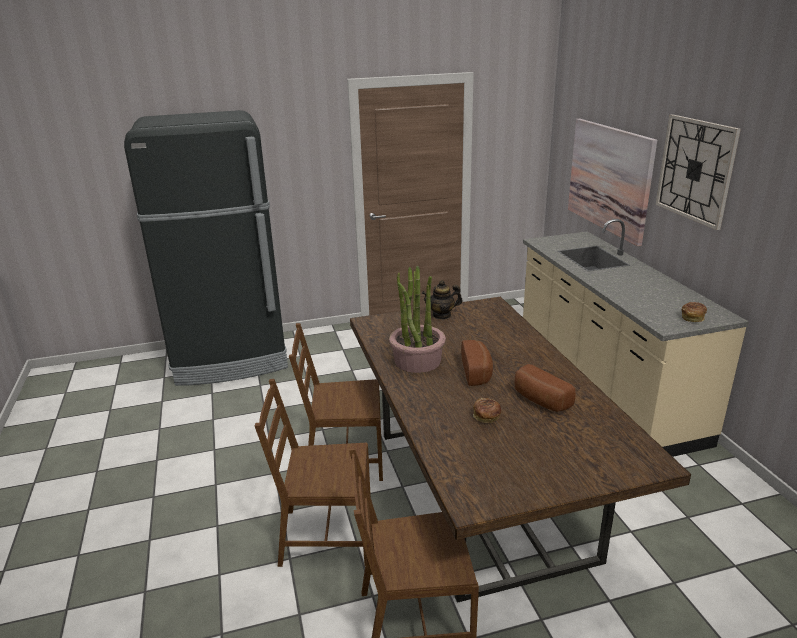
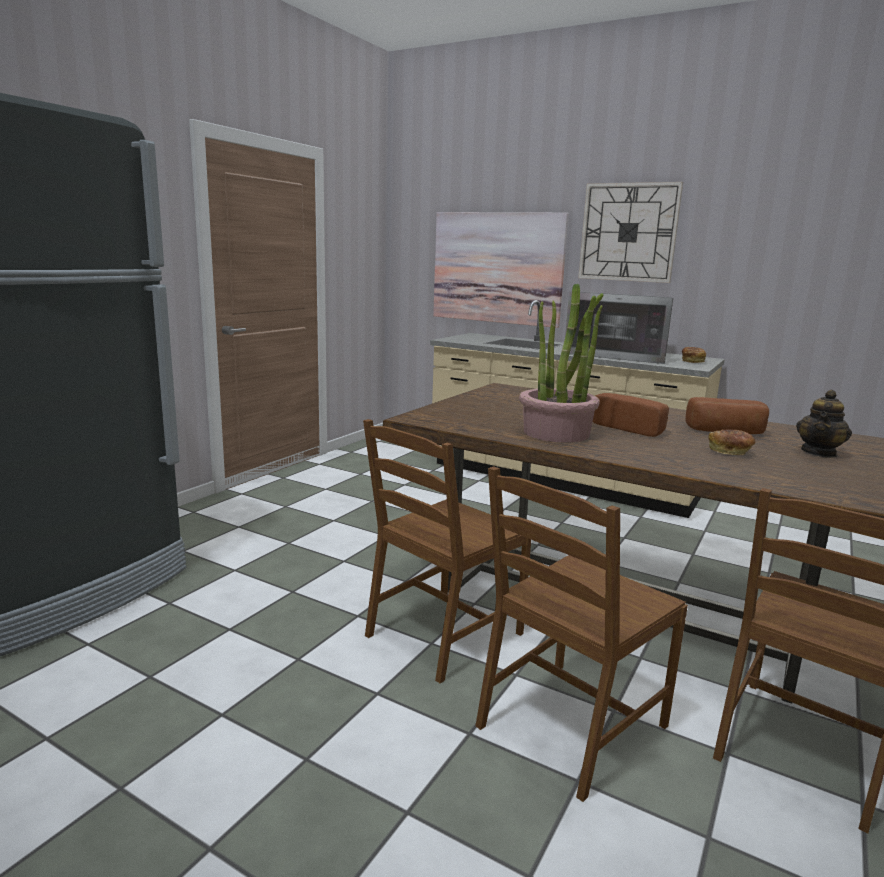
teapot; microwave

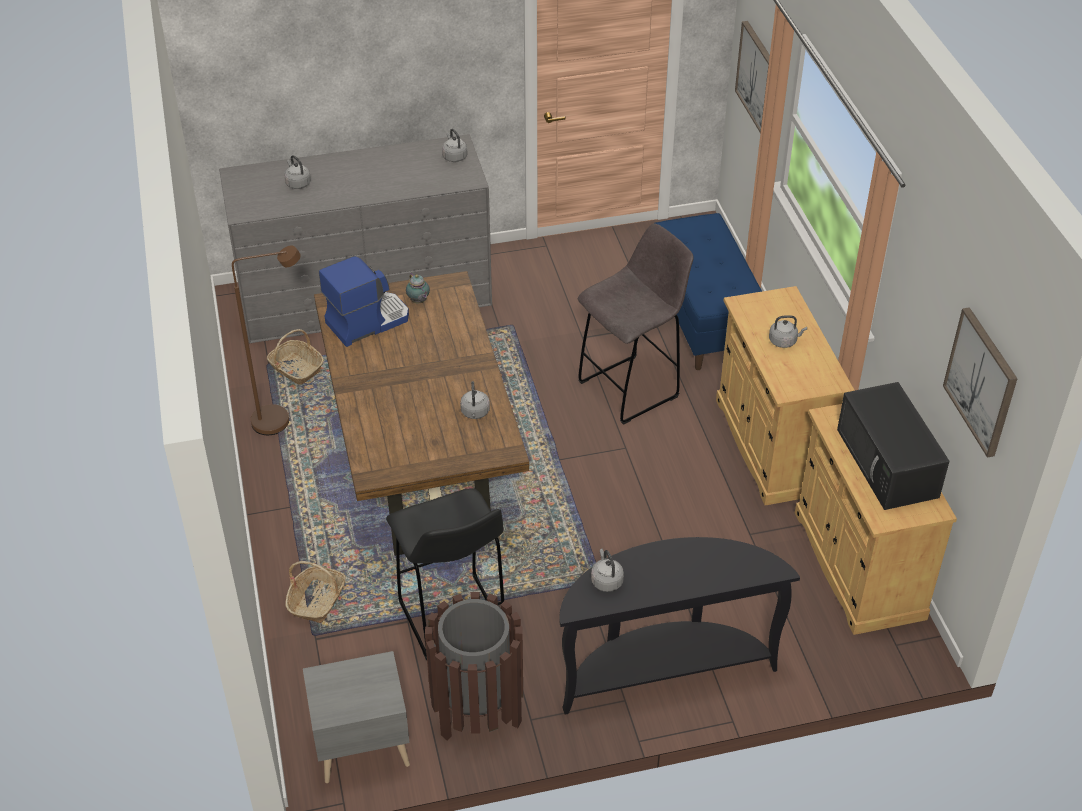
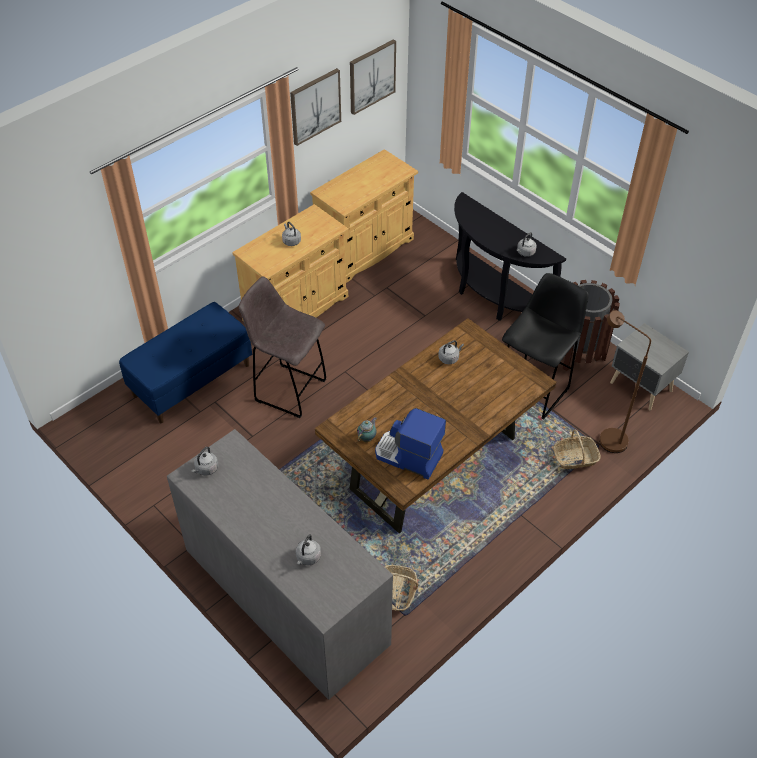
picture (1st from left); floor lamp (brown-coloured); microwave (black-coloured)

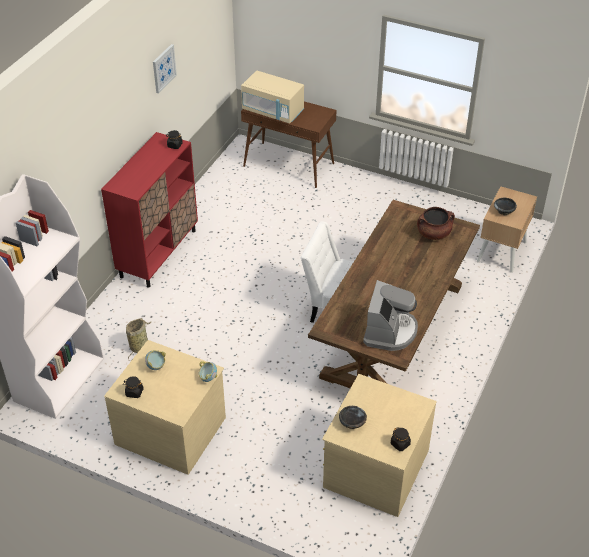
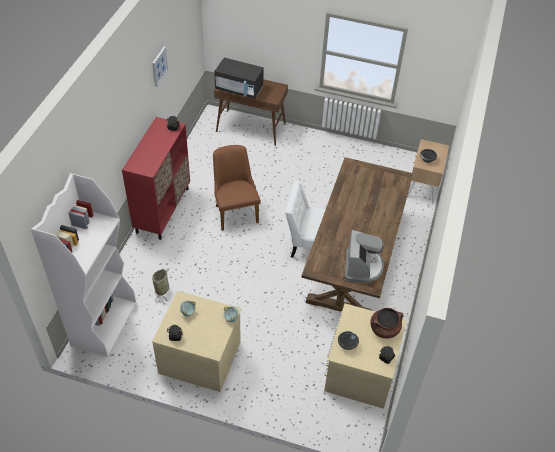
microwave (black-coloured); stockpot (brown-coloured); upright chair (brown-coloured)

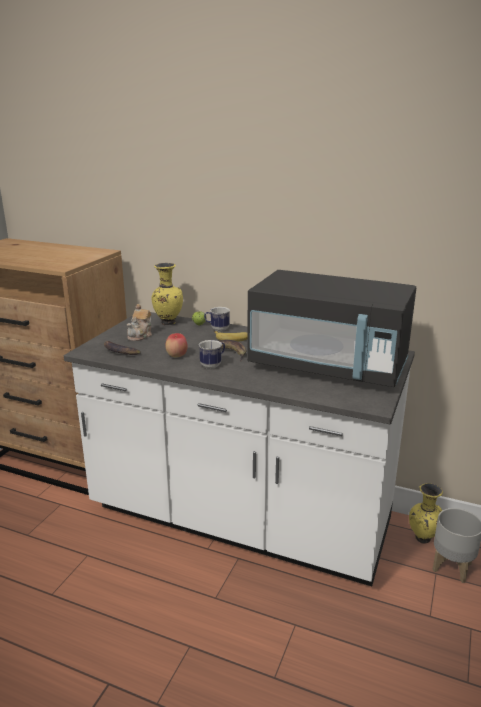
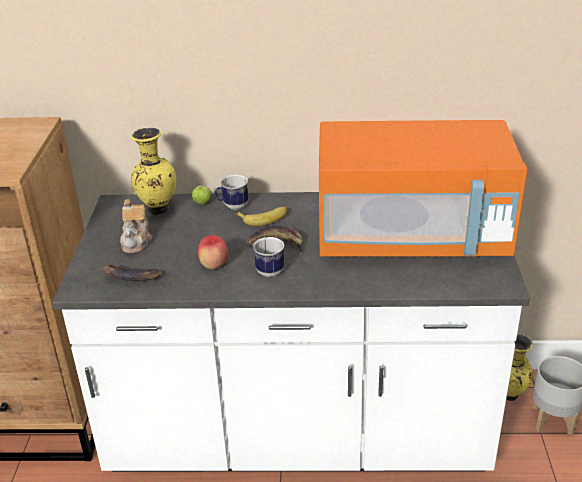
microwave (orange-coloured)

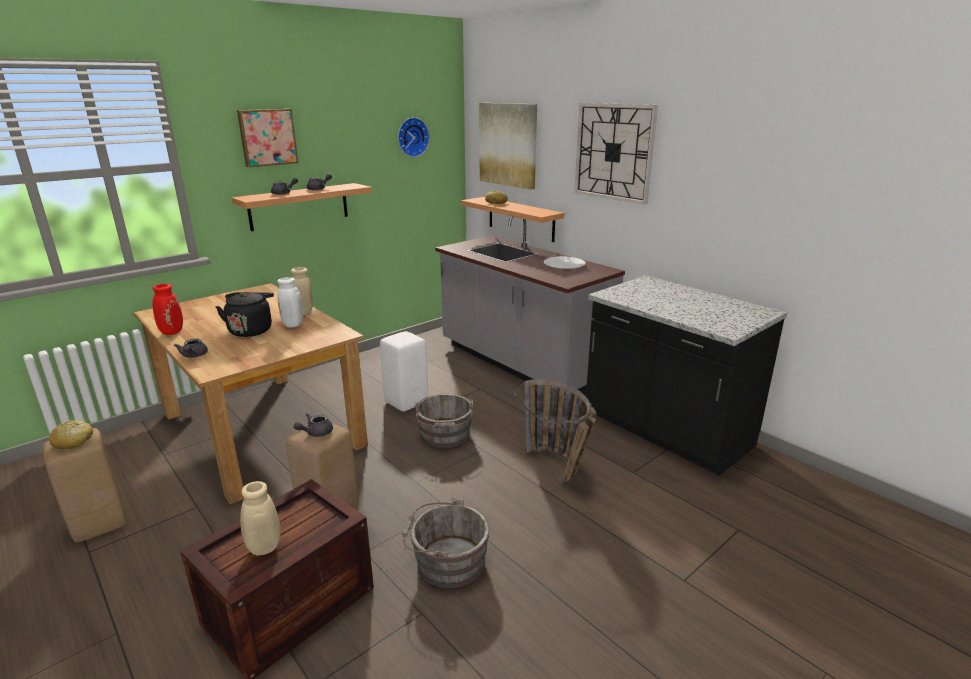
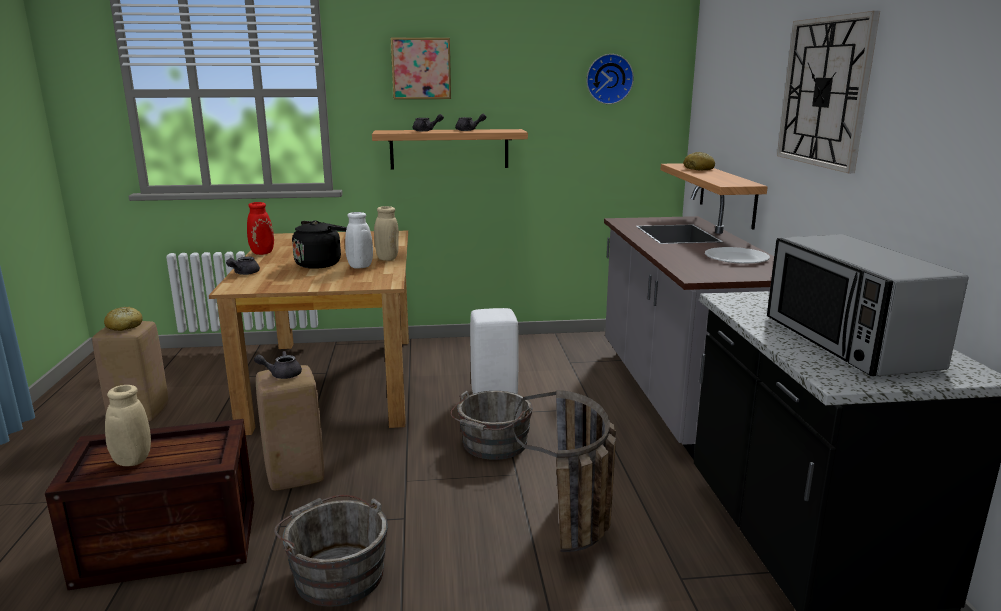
picture (2nd from left in the first image); microwave

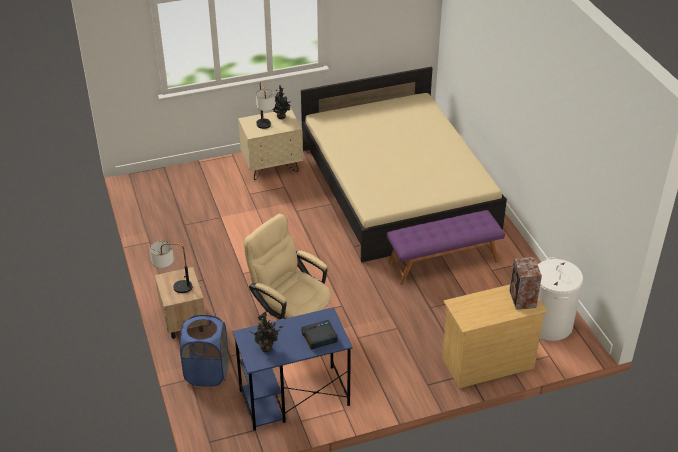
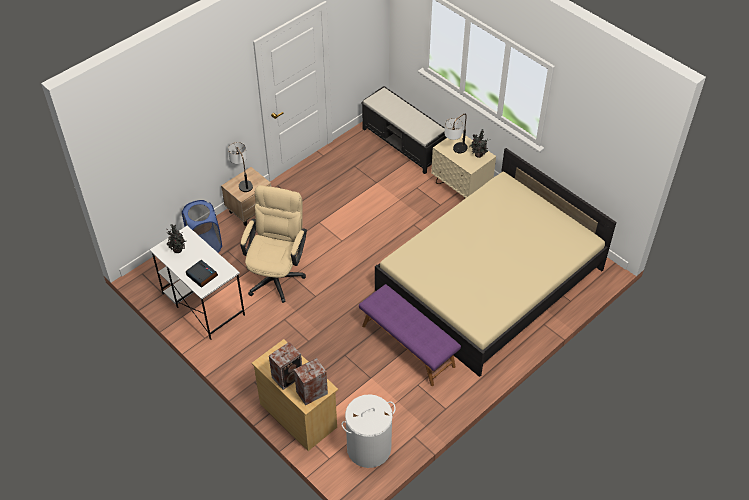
desk table (white-coloured); bench (black-coloured); audio speaker (1st from left)

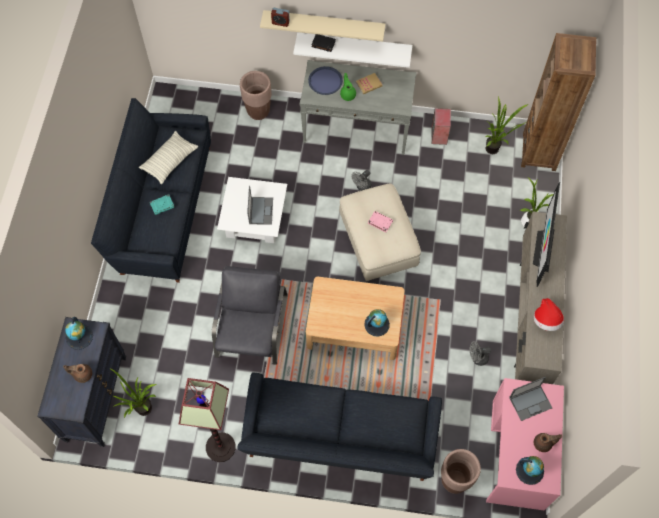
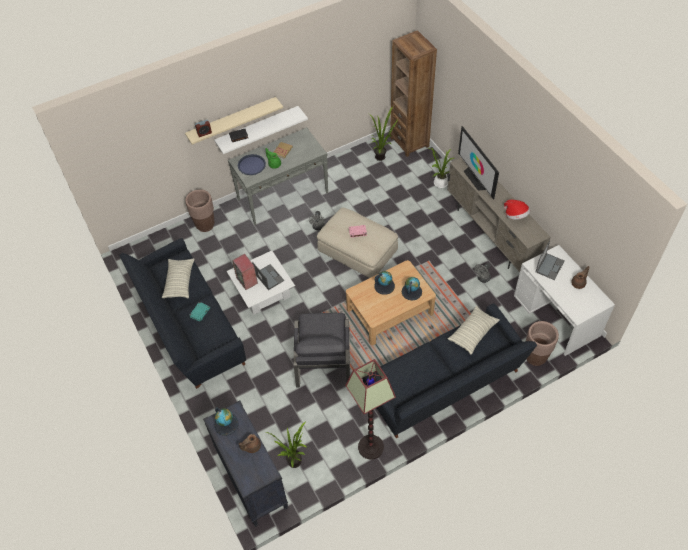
audio speaker; lounge chair (greyish); desk table (white-coloured); desk globe (2nd from left); throw pillow (2nd from left)

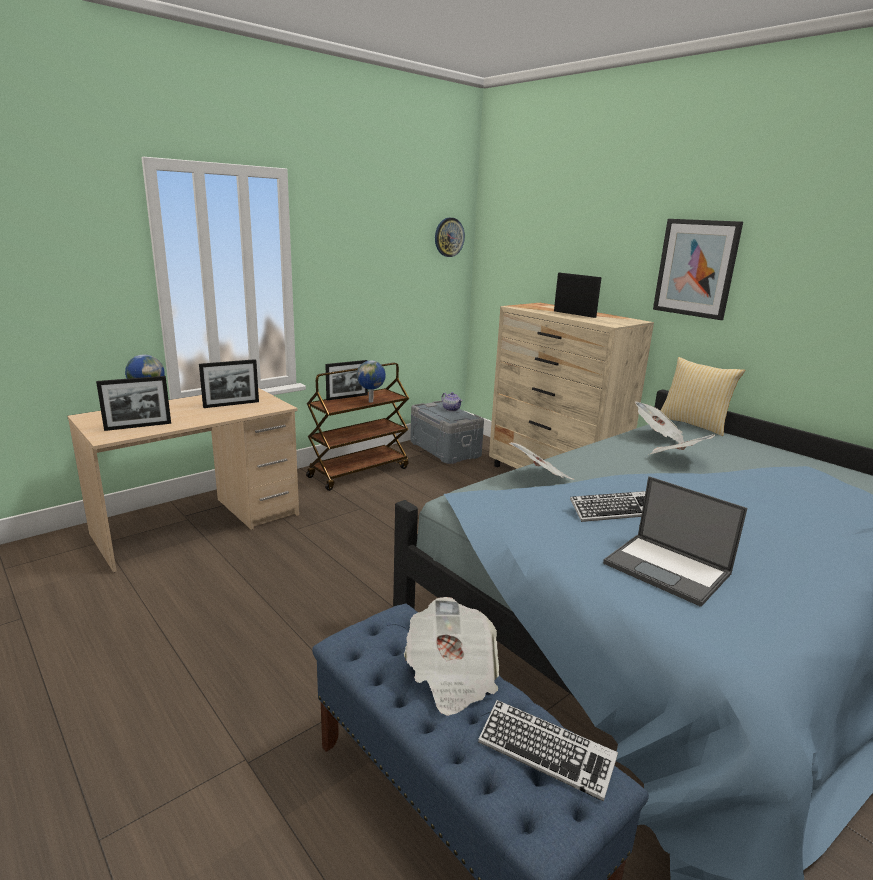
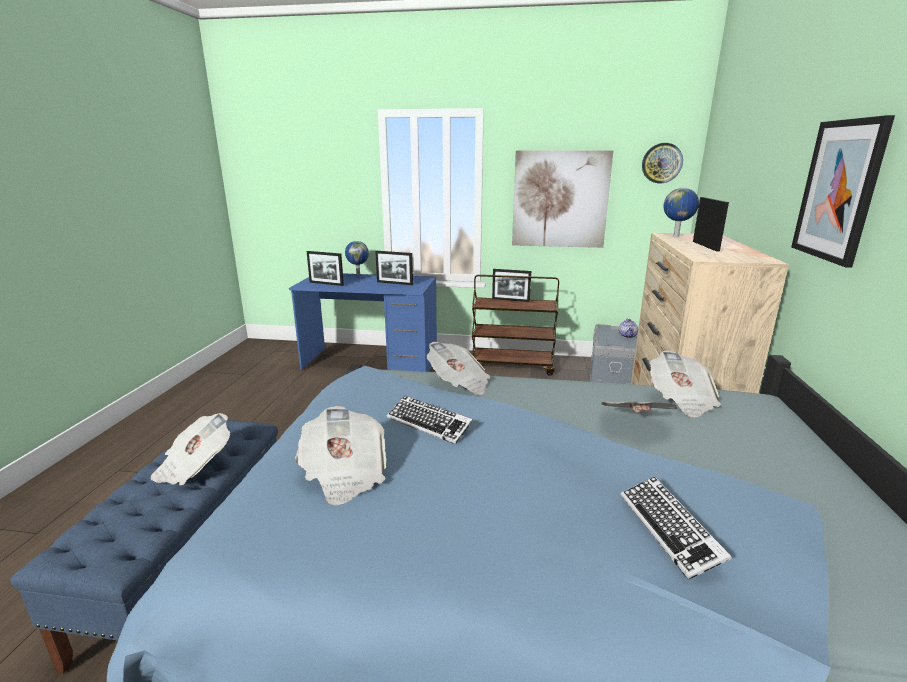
throw pillow; desk globe (2nd from left); desk table (blue); printed paper (2nd from left); PC keyboard (2nd from left); picture (1st from left)

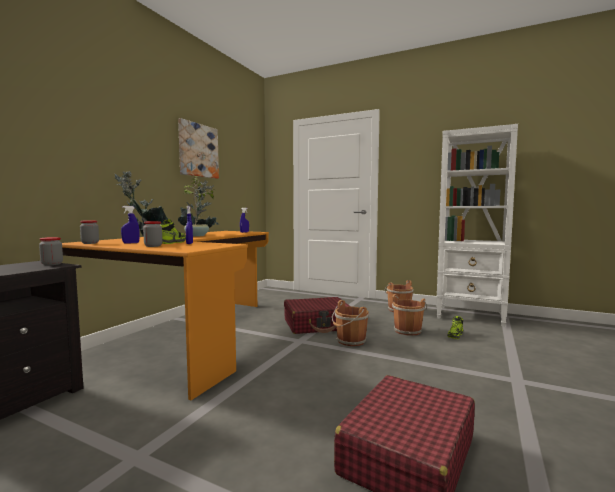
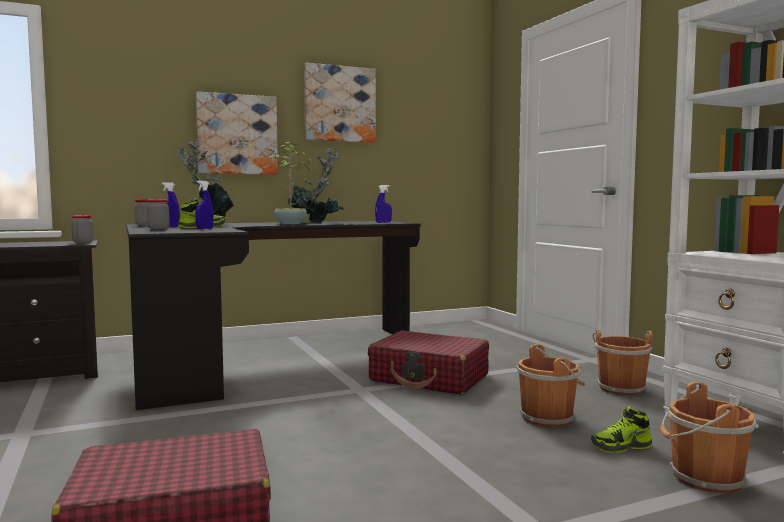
desk table (black-coloured); pail (brown-coloured) (3rd from left); picture (1st from left)

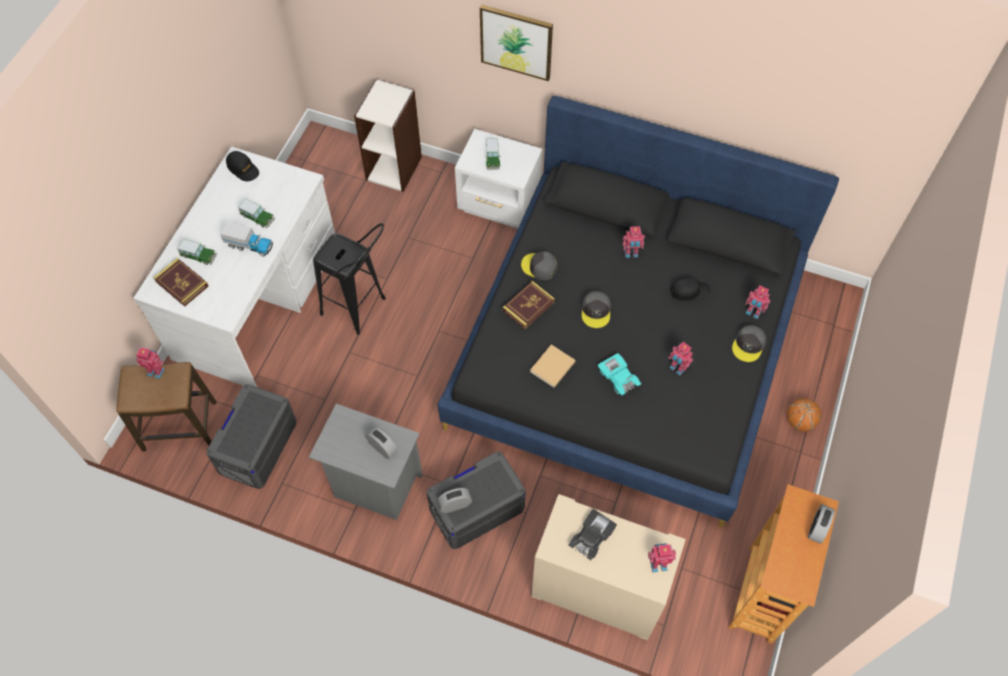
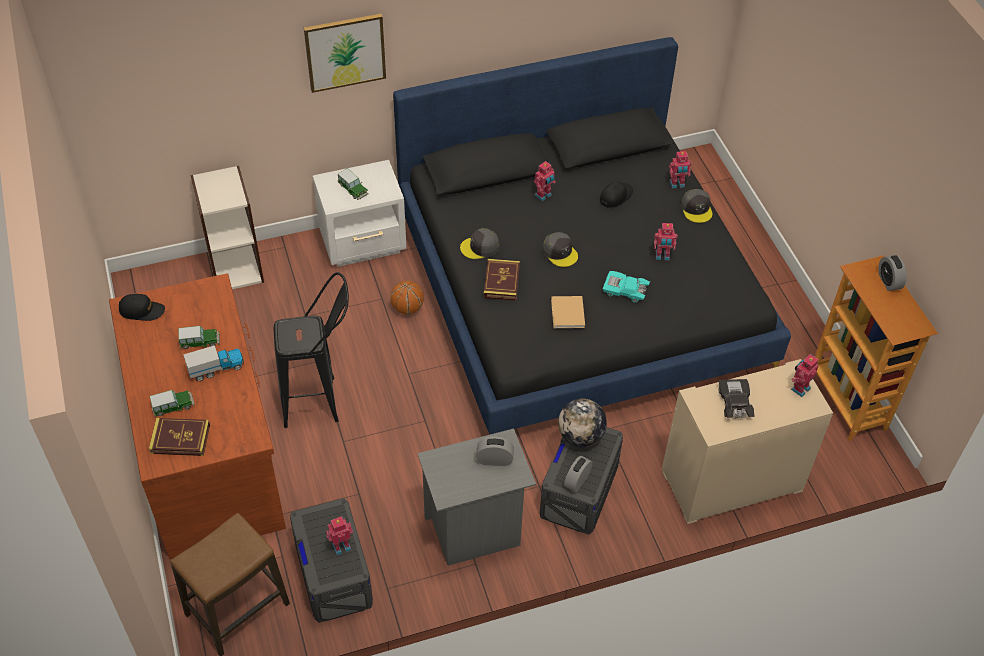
desk table (brown-coloured); toy robot (1st from left); basketball; desk globe

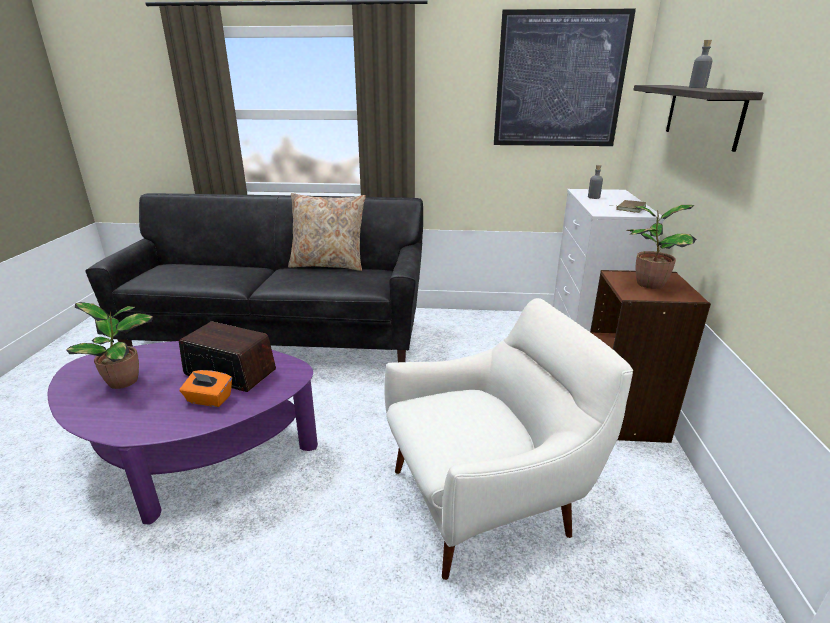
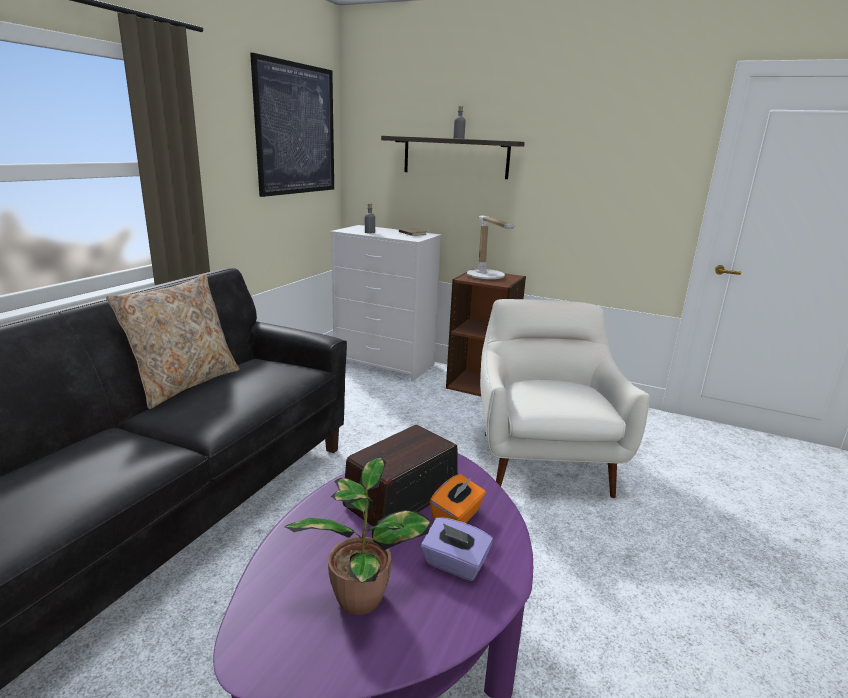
table lamp; tissue box (purple-coloured)

